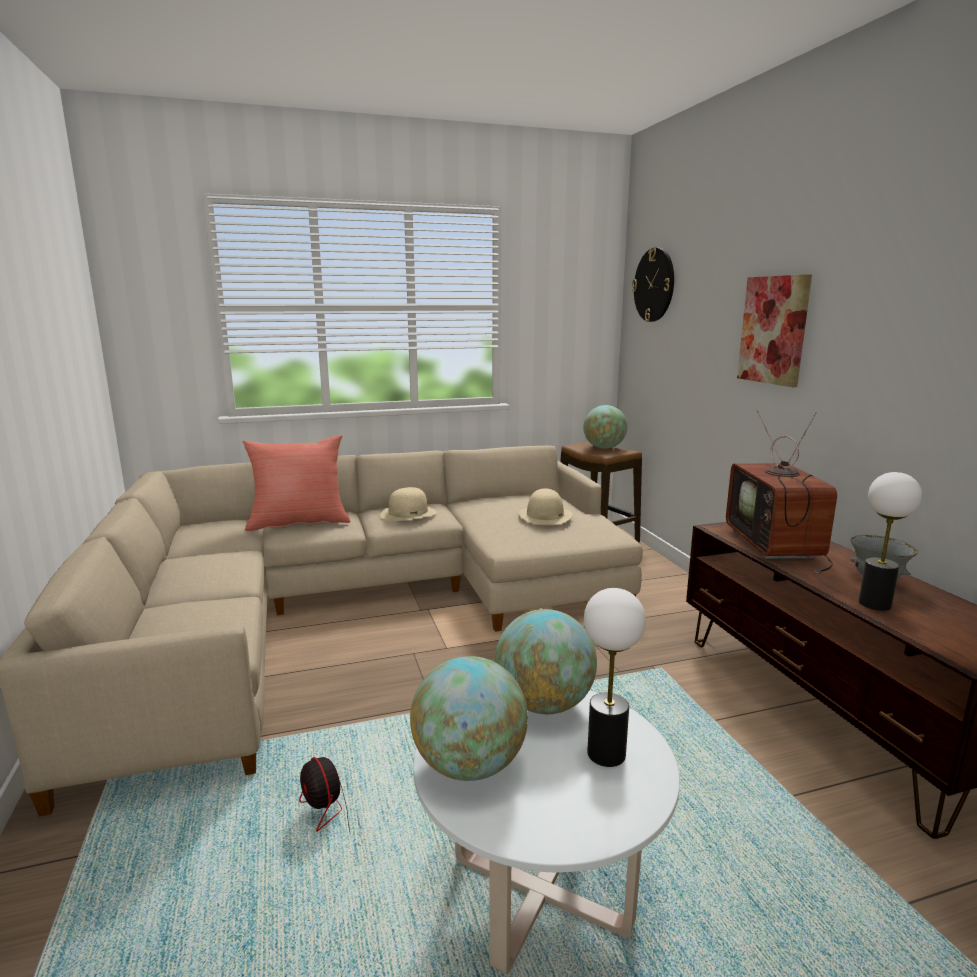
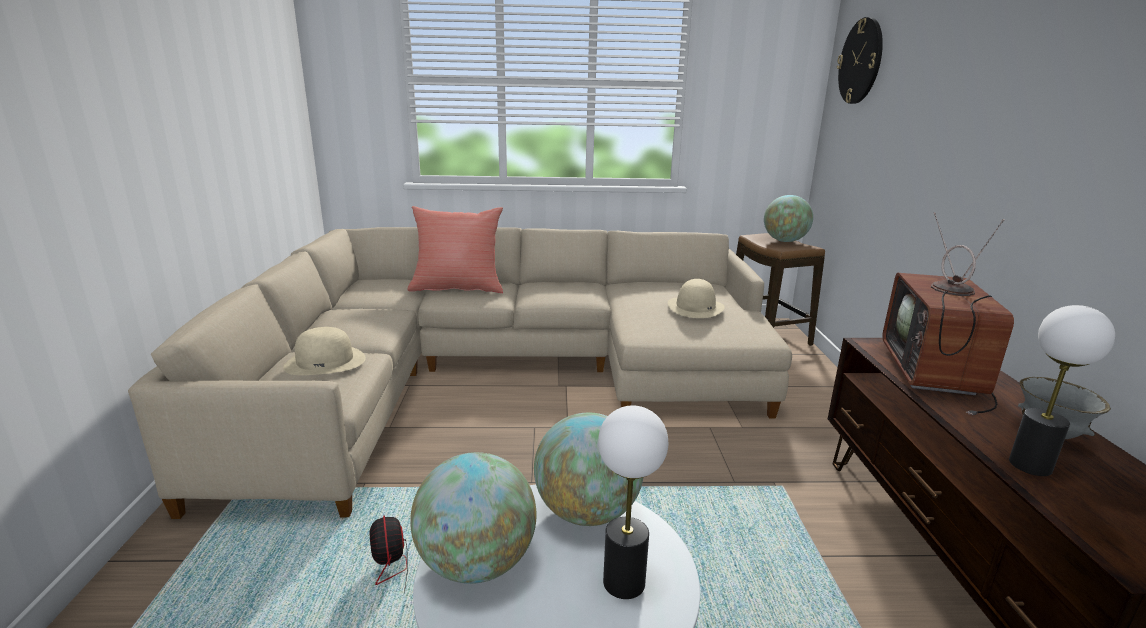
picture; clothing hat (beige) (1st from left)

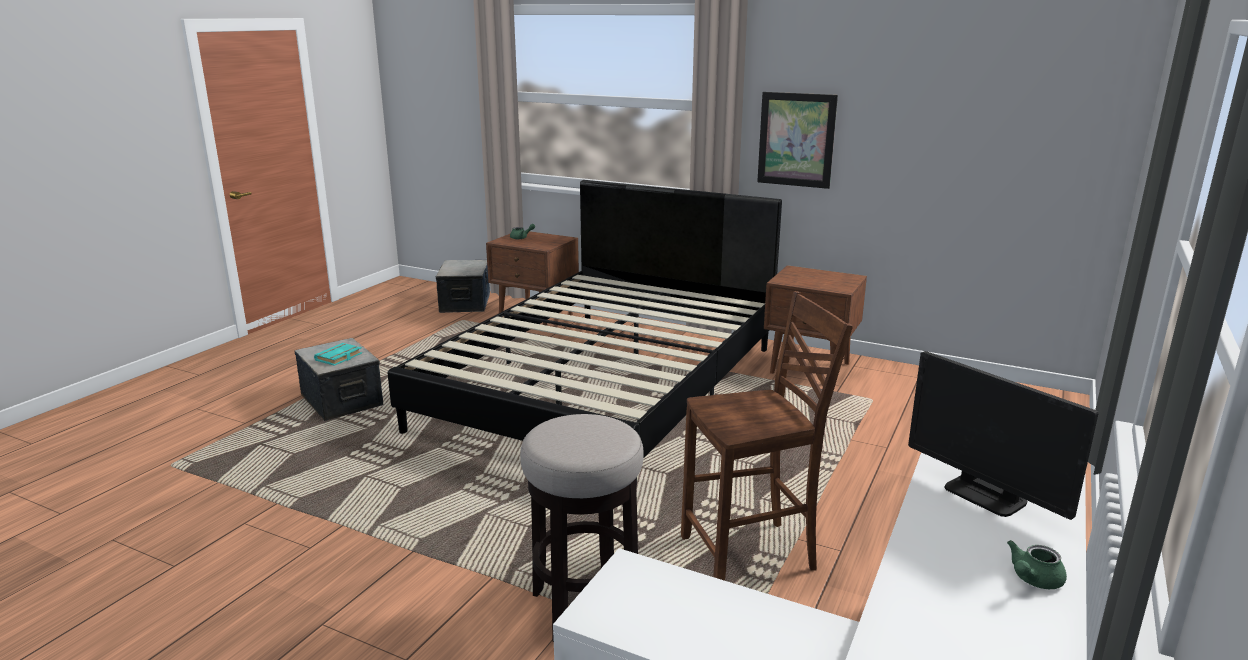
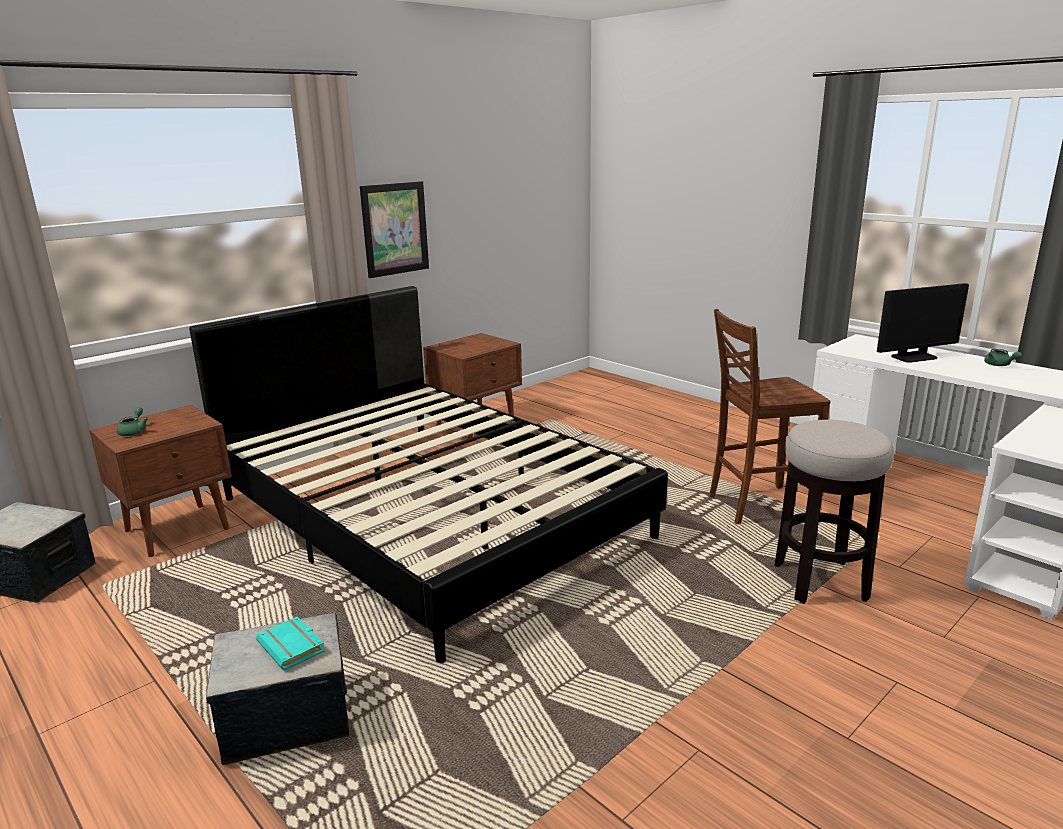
upright chair (brown-coloured)

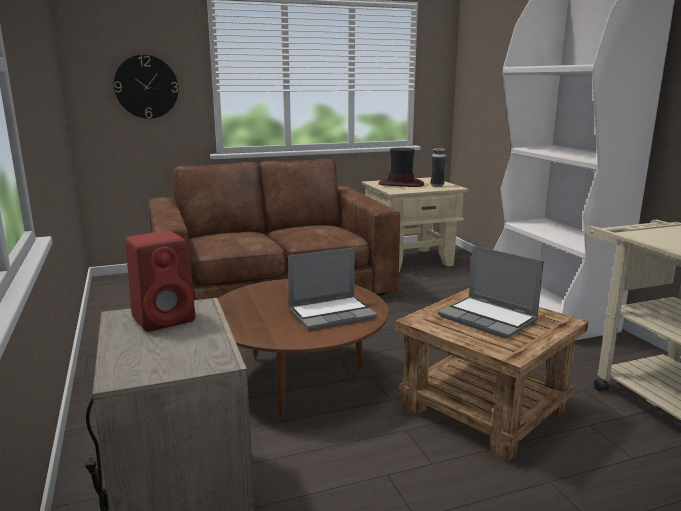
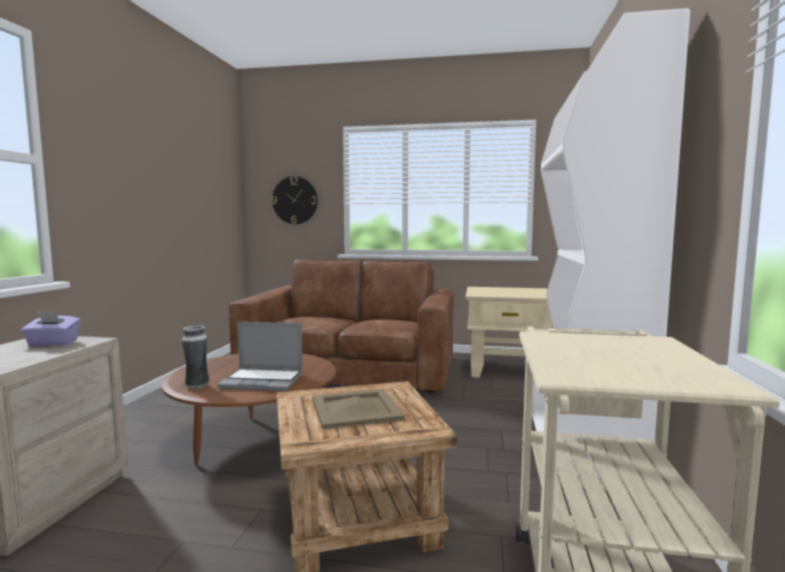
clothing hat; decorative vase; tissue box (purple-coloured); serving tray (beige)

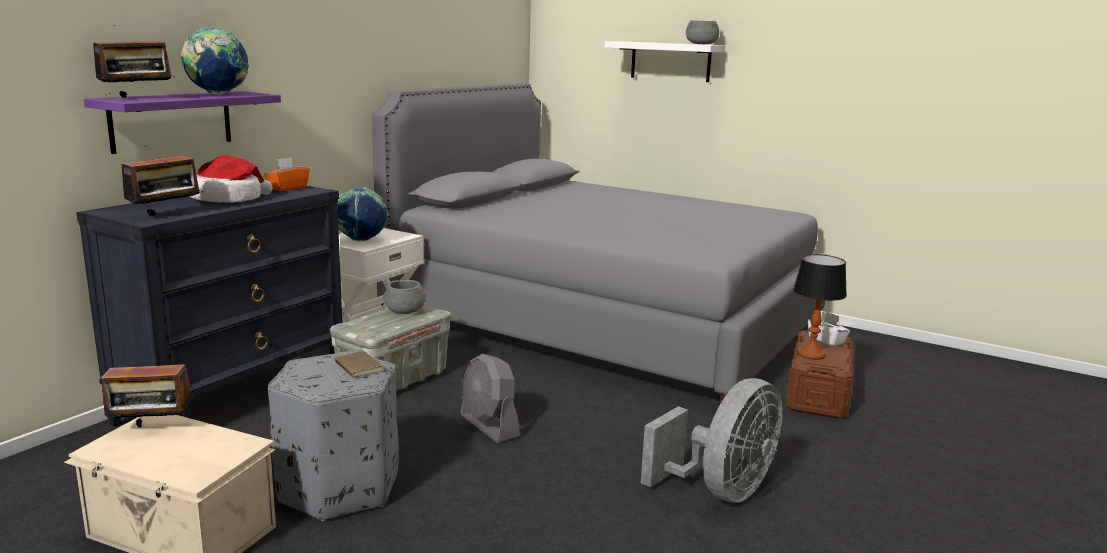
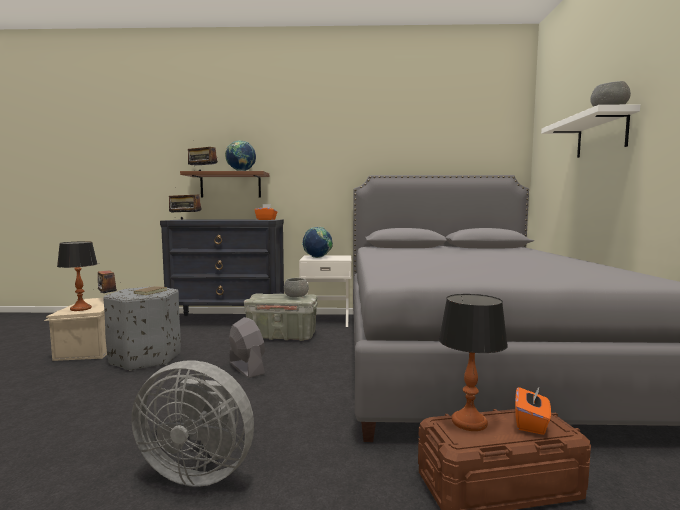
wall shelf (brown-coloured); clothing hat; tissue box (orange-coloured) (2nd from left); fan (greyish) (2nd from left); table lamp (1st from left)

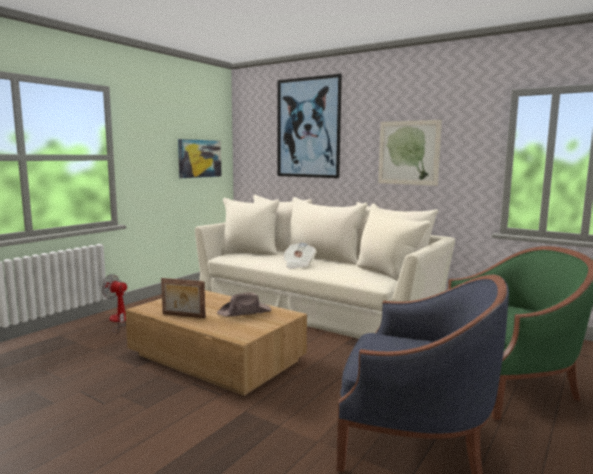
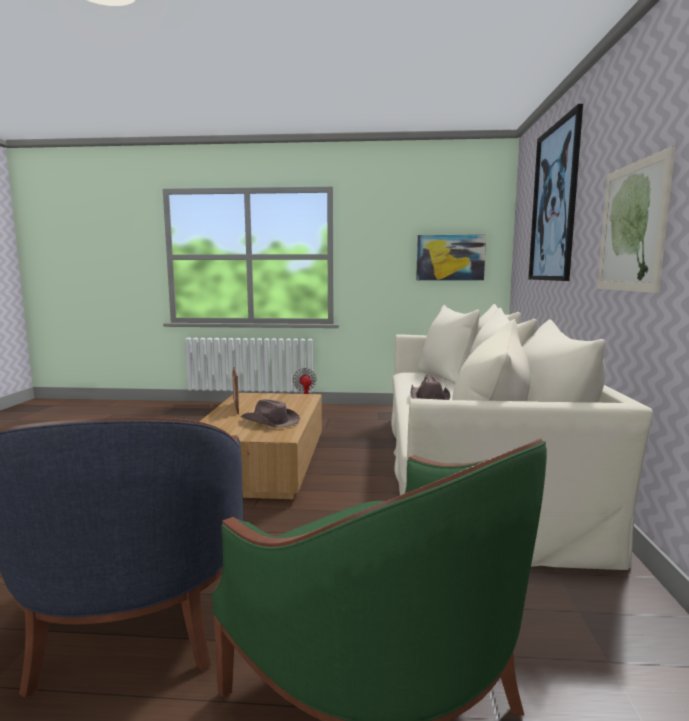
clothing hat (brown-coloured) (2nd from left)

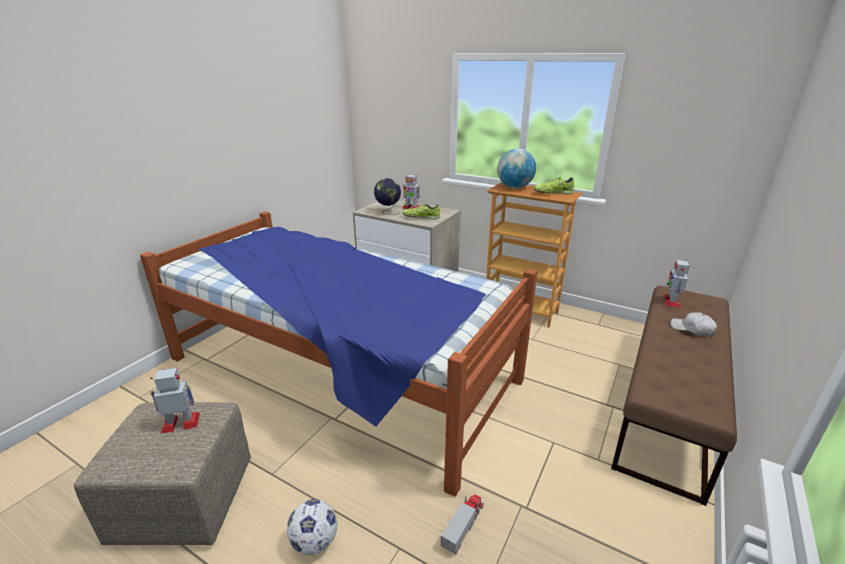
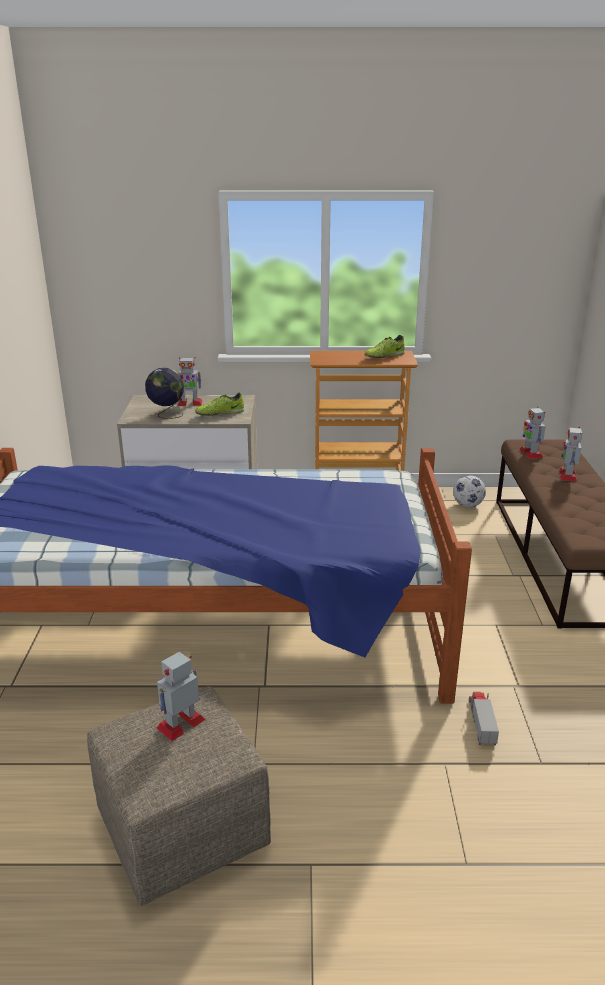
desk globe (2nd from left in the first image); toy robot (4th from left); ball for football

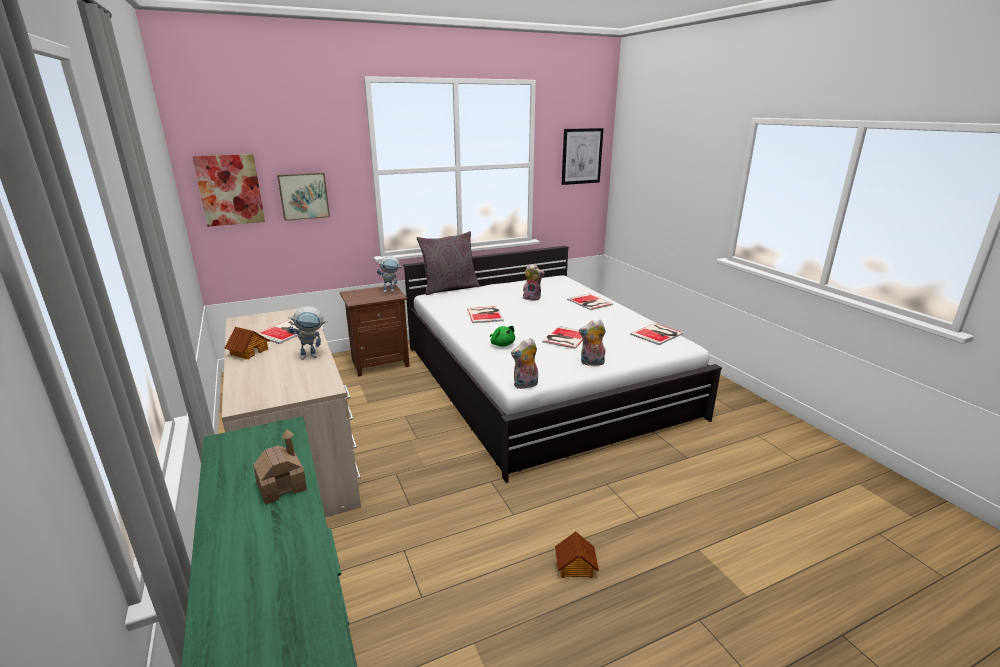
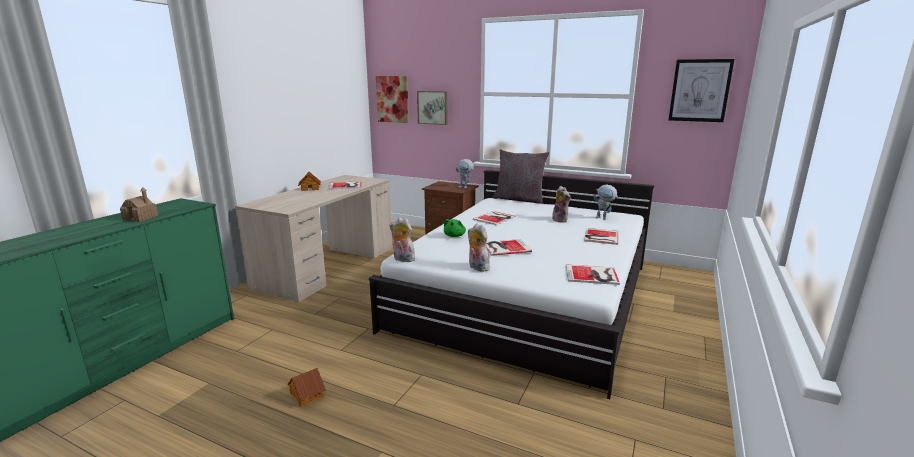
toy robot (2nd from left)

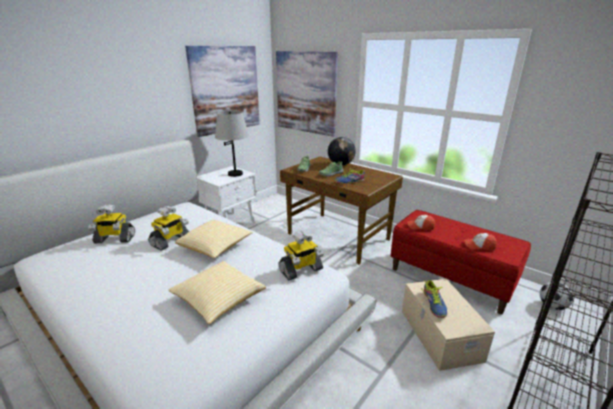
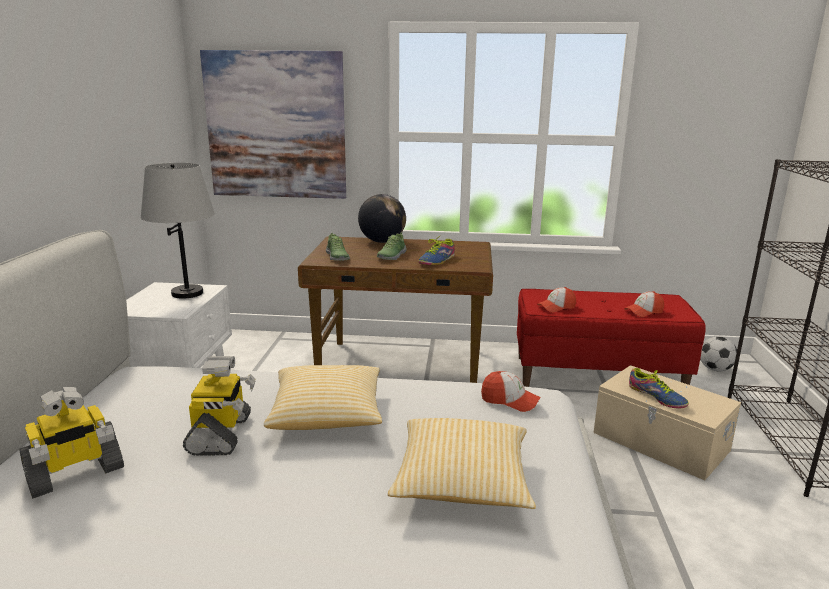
picture (1st from left in the first image); baseball cap (1st from left)

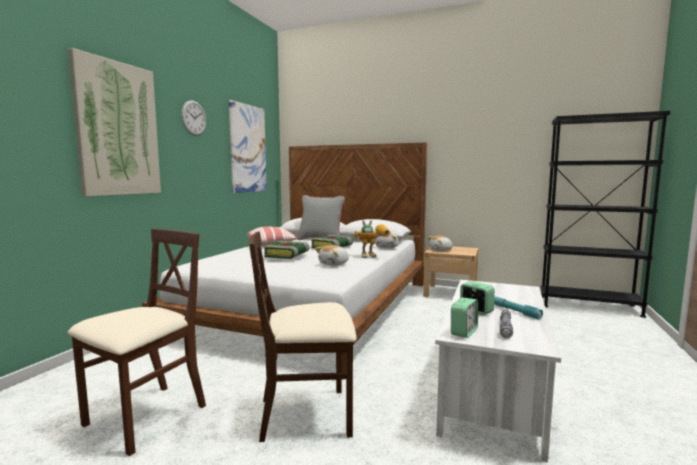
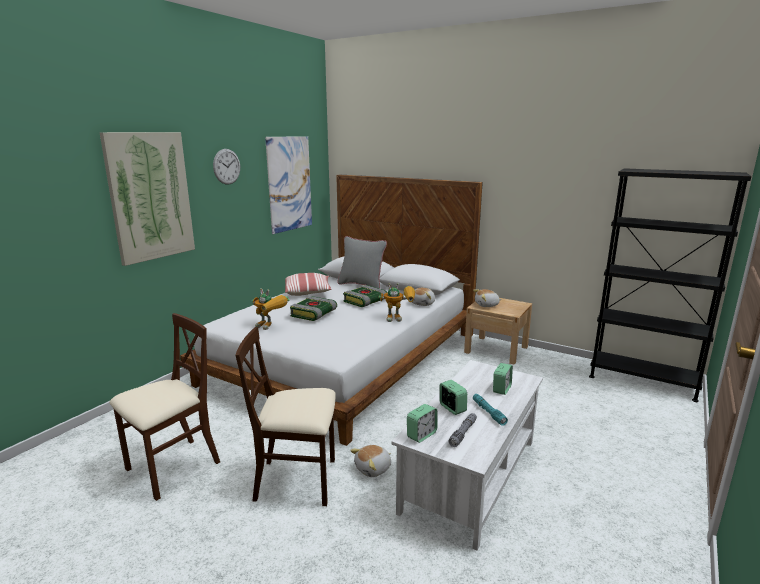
plush toy (1st from left); toy robot (1st from left); bedside clock (3rd from left)

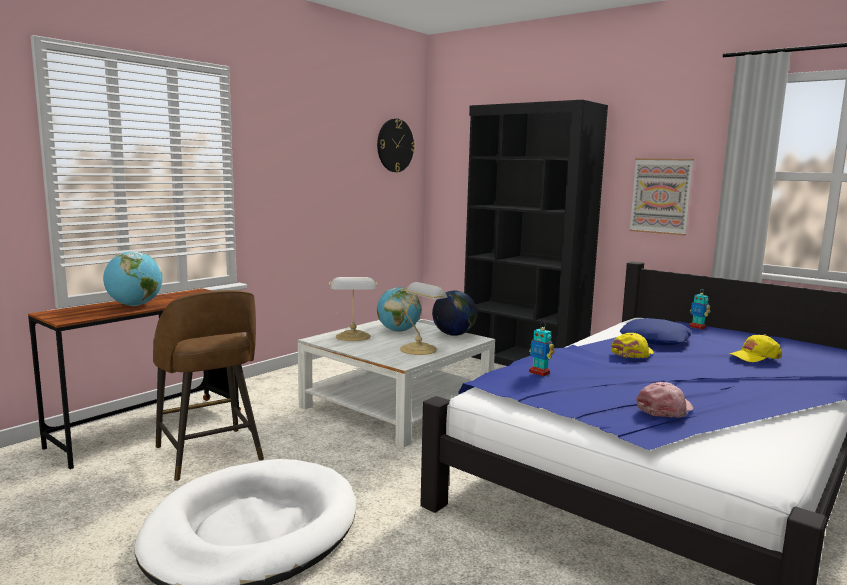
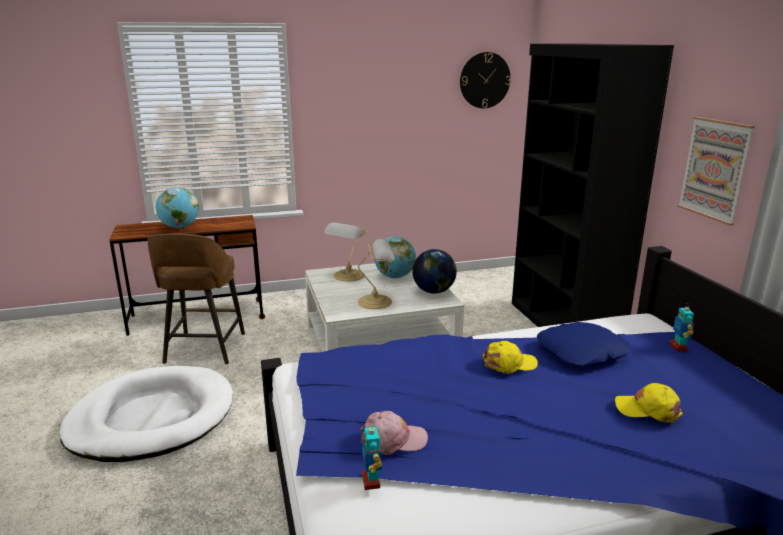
toy robot (1st from left)

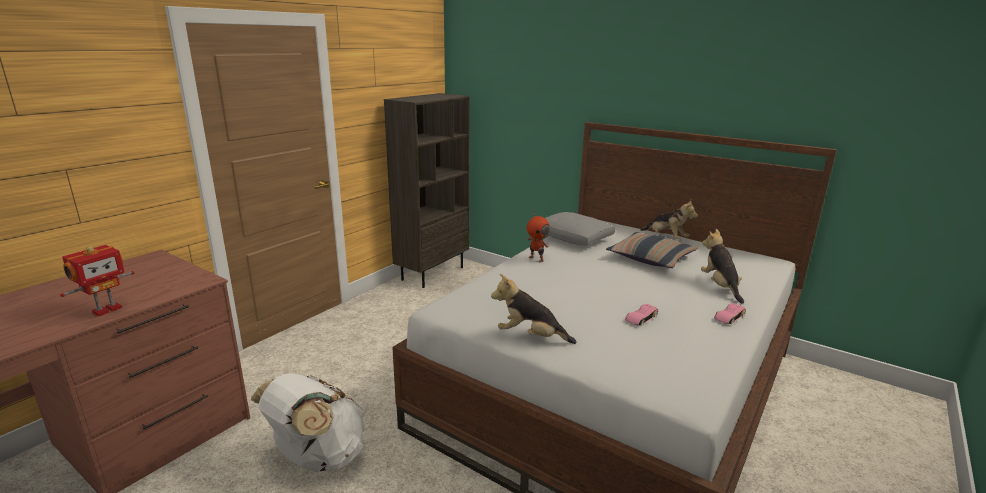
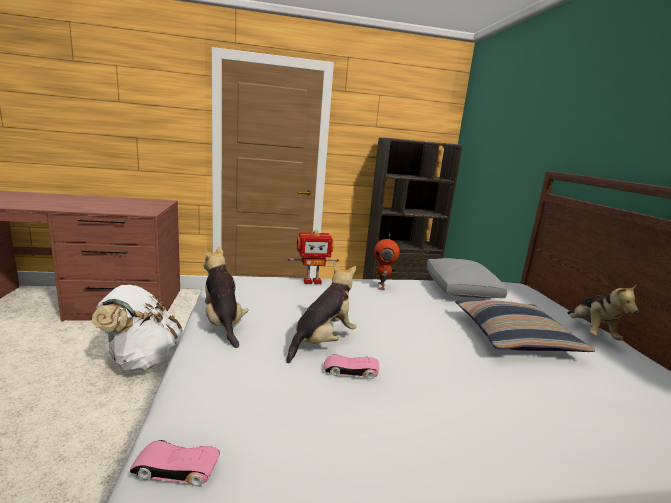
plush toy (2nd from left); toy robot (1st from left); toy car (pink) (1st from left)

